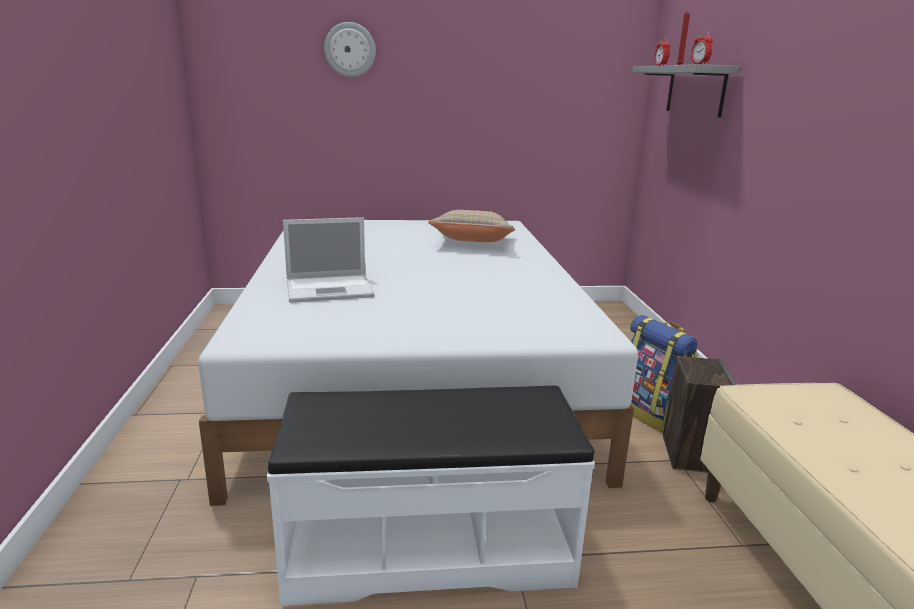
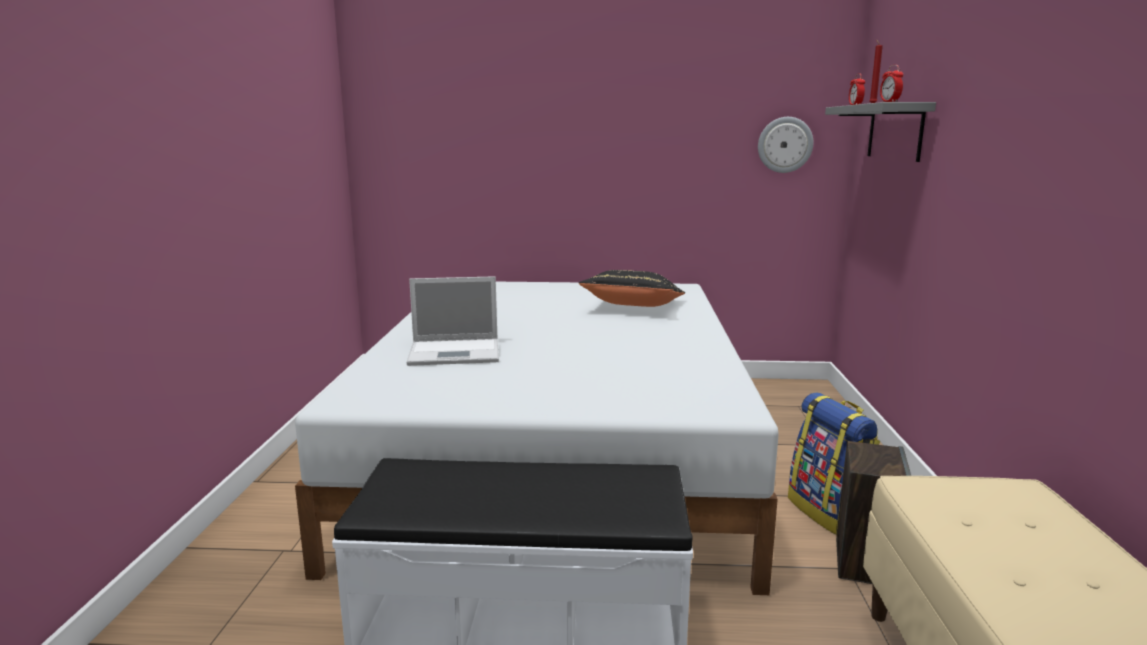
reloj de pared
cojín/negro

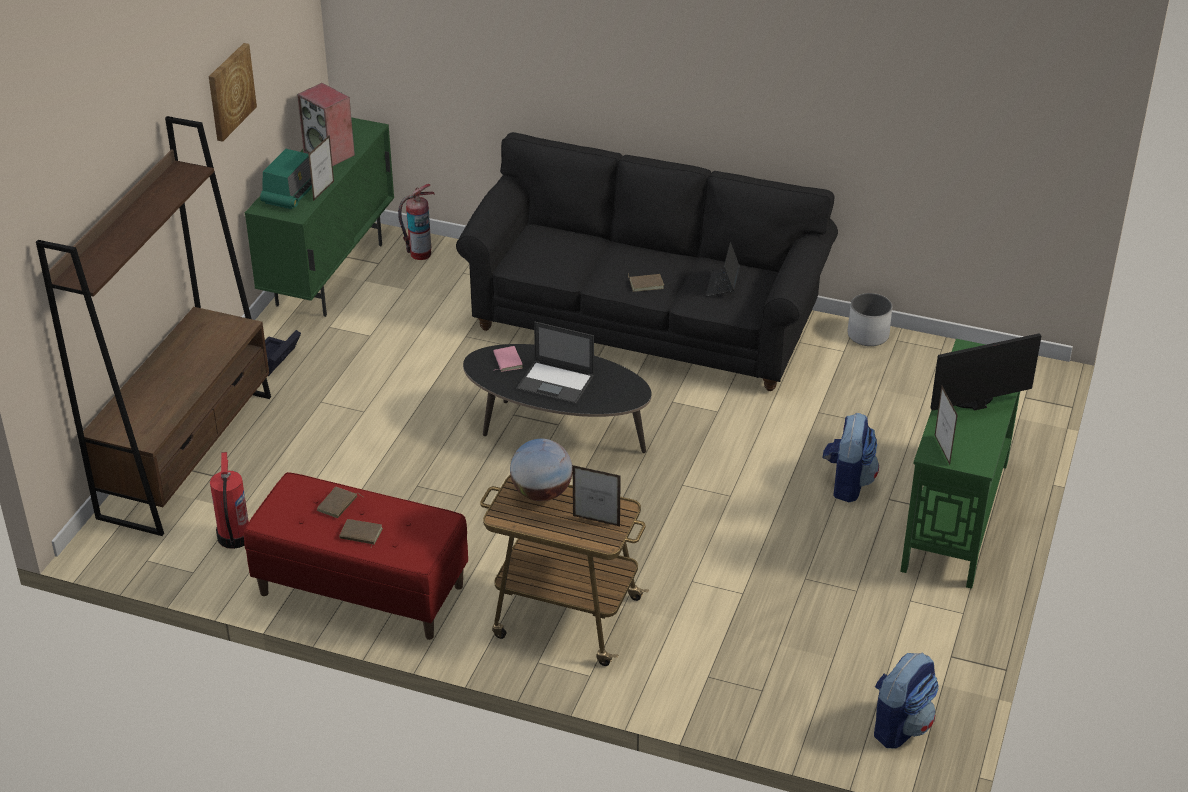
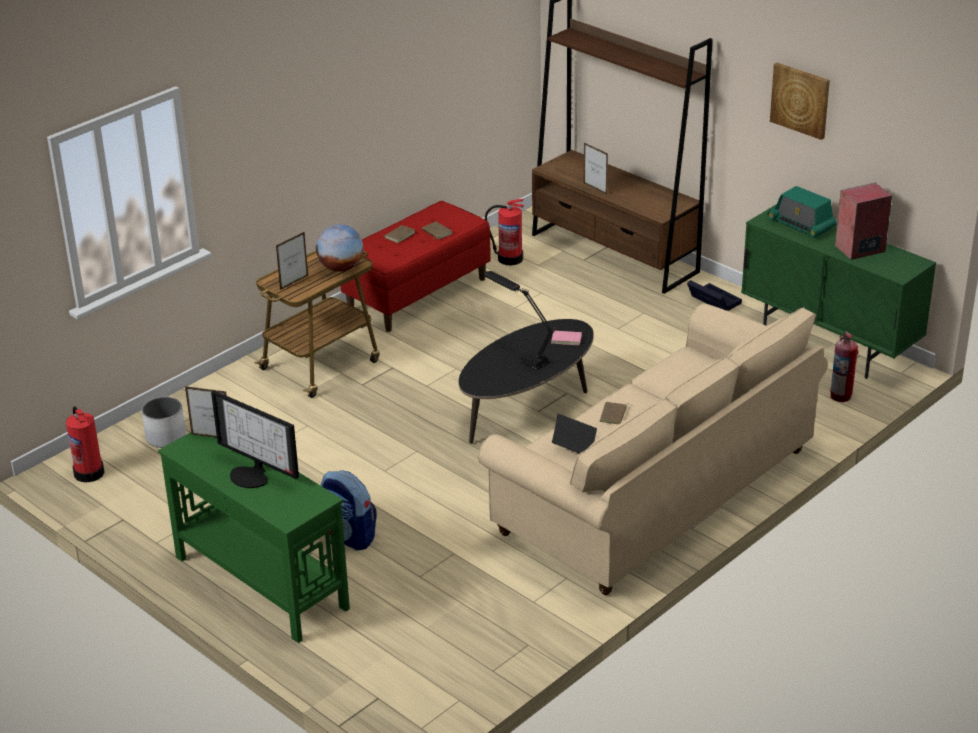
portarretratos (3rd from left)
maceta/blanco
lámpara de mesa/negro
extintor (1st from left)
sofá/beis
monitor

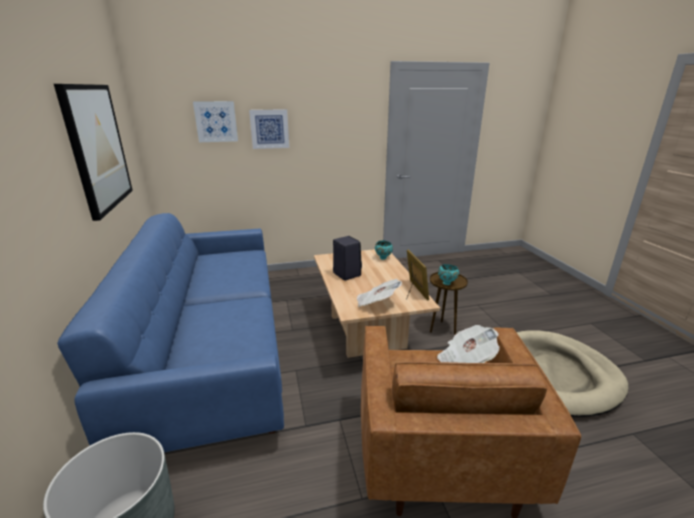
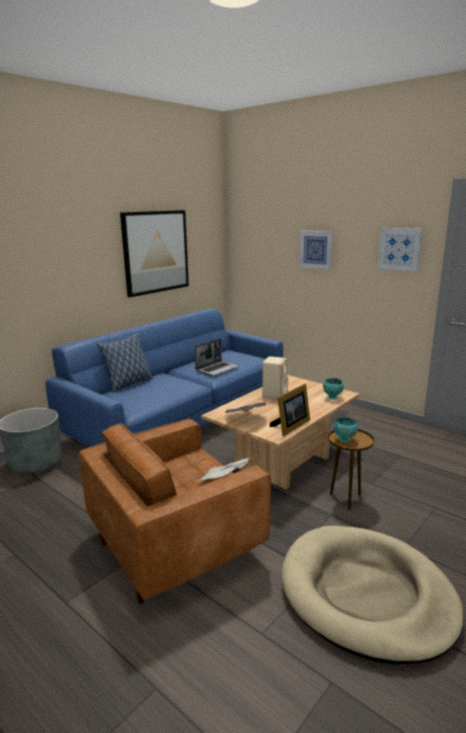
cojín
portátil
cuadro (3rd from left)
altavoz/beis

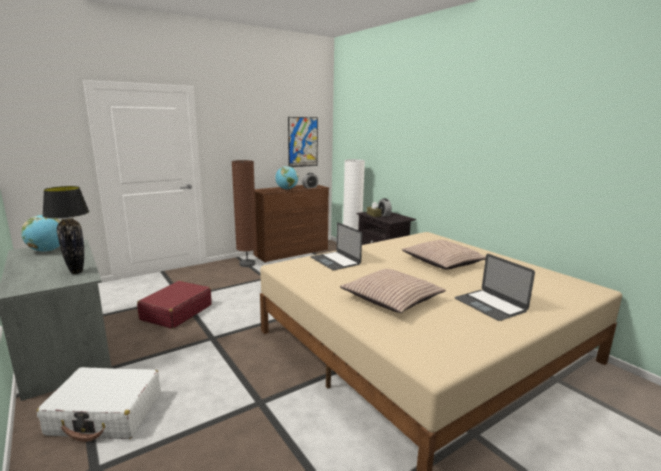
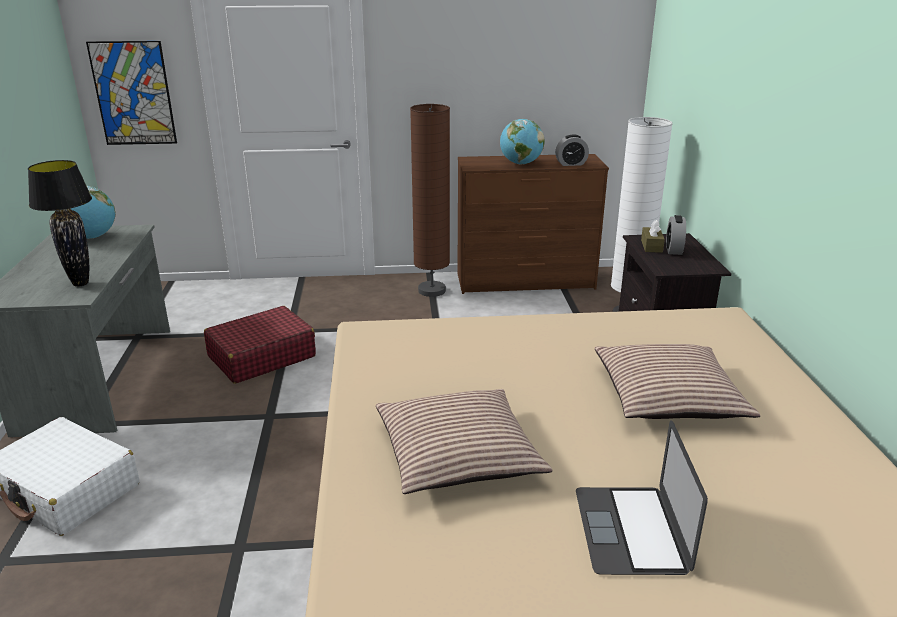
portátil (1st from left in the first image)
cuadro

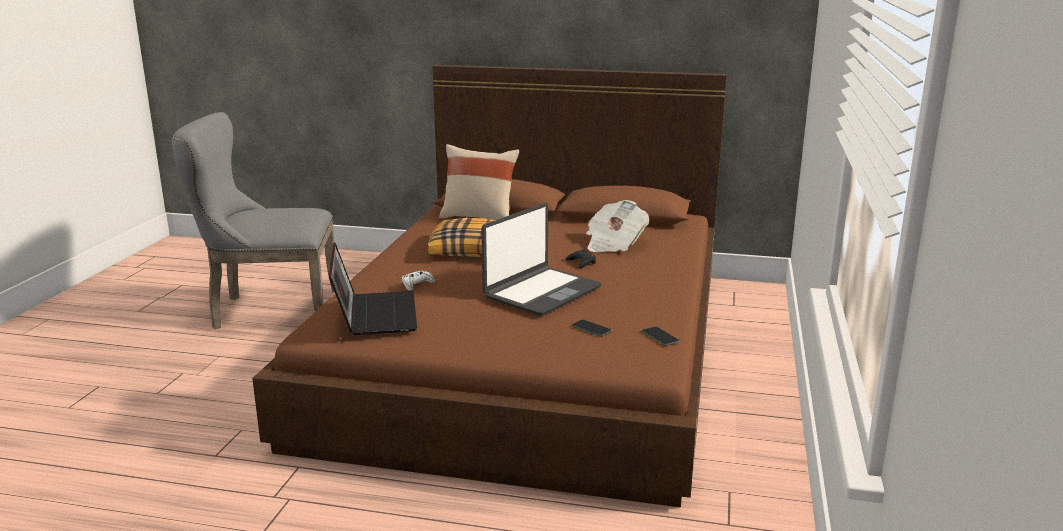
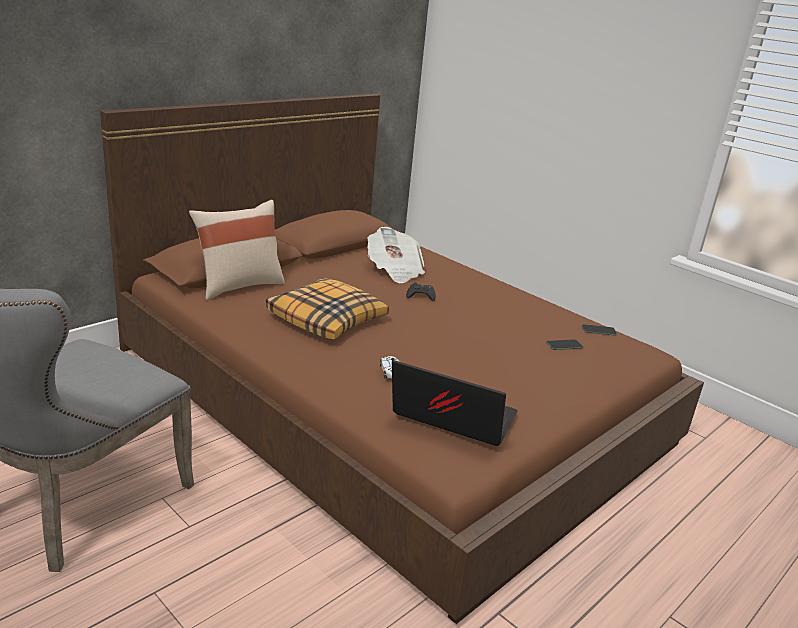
portátil (2nd from left in the first image)

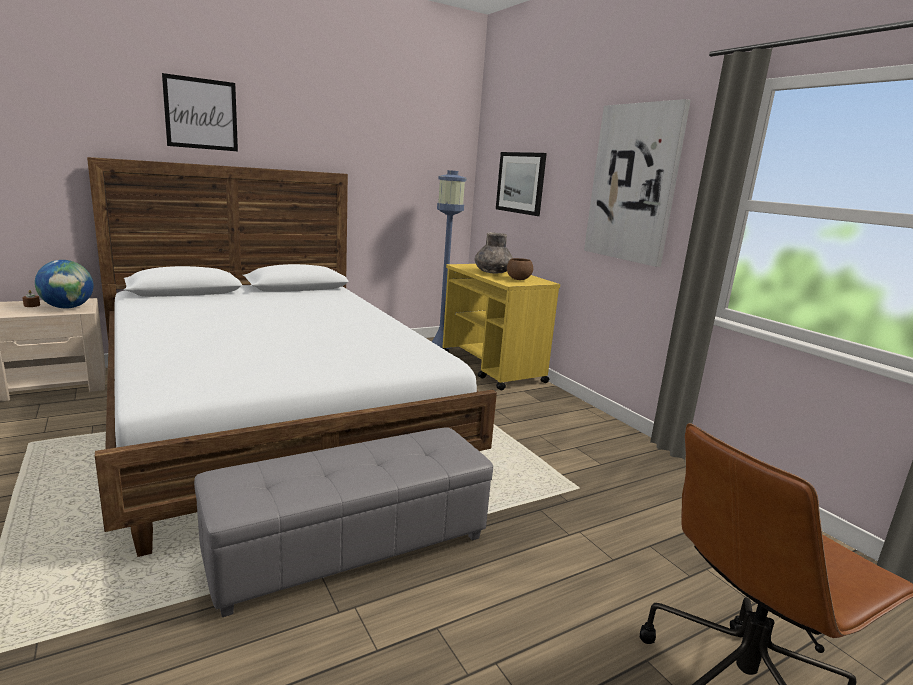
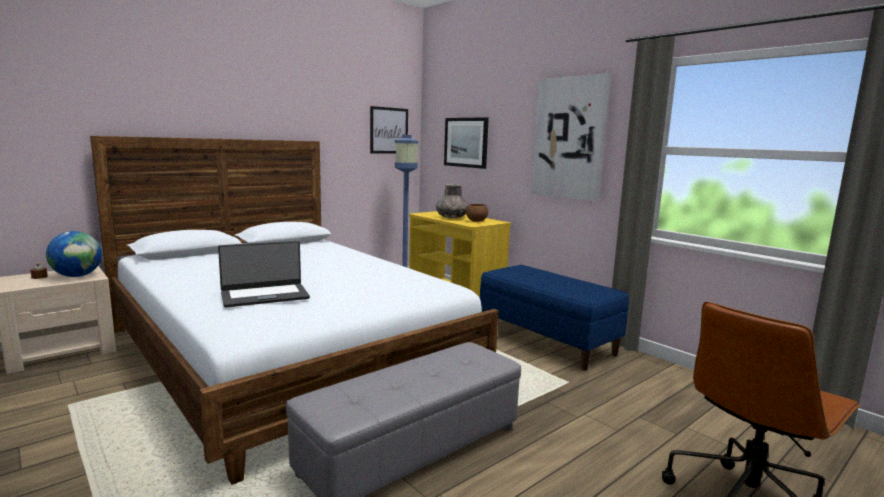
portátil
banco/azul
cuadro (1st from left)

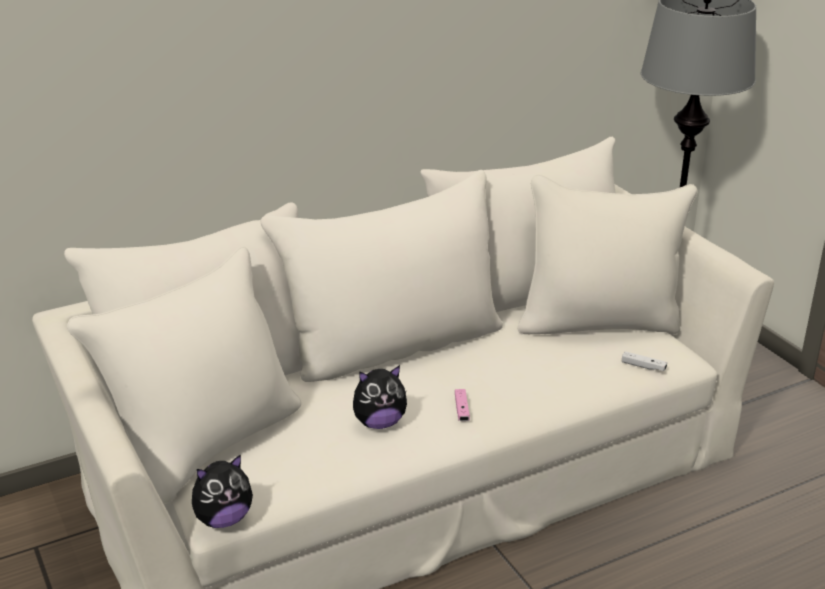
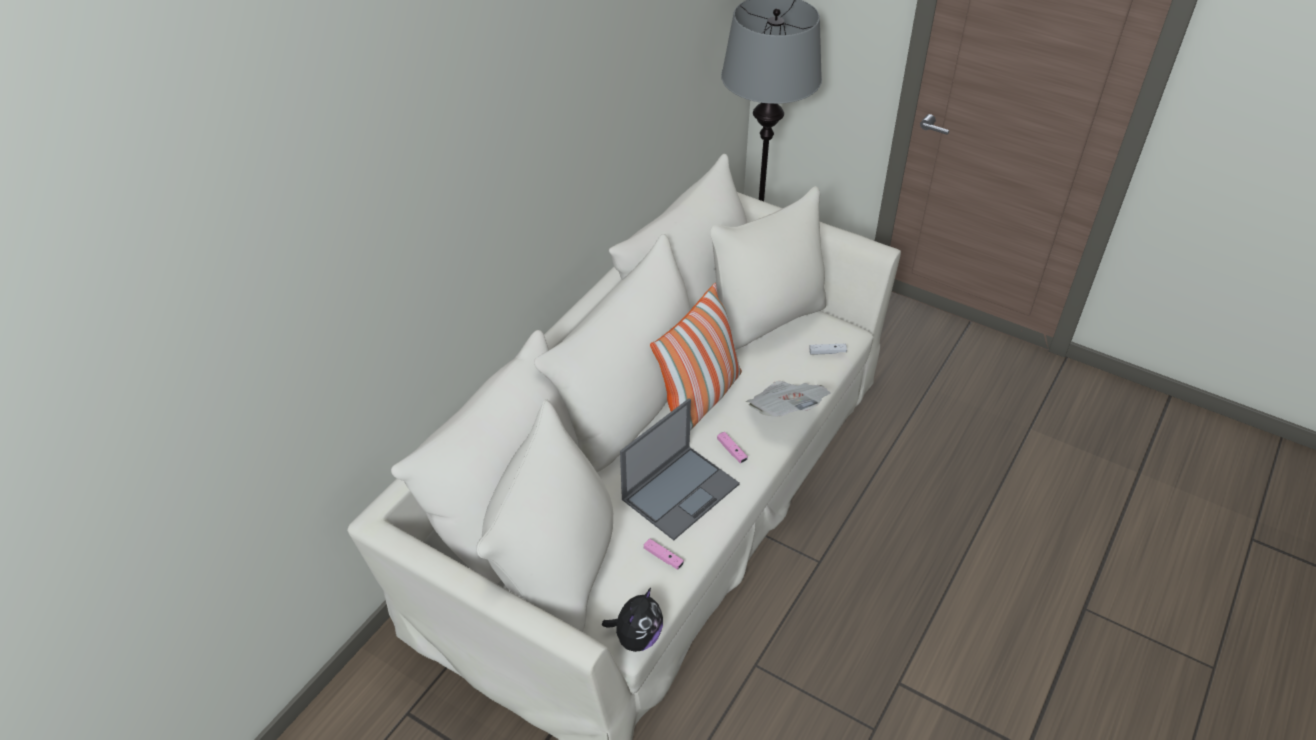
mando de consola/rosa (1st from left)
cojín
periódico
portátil

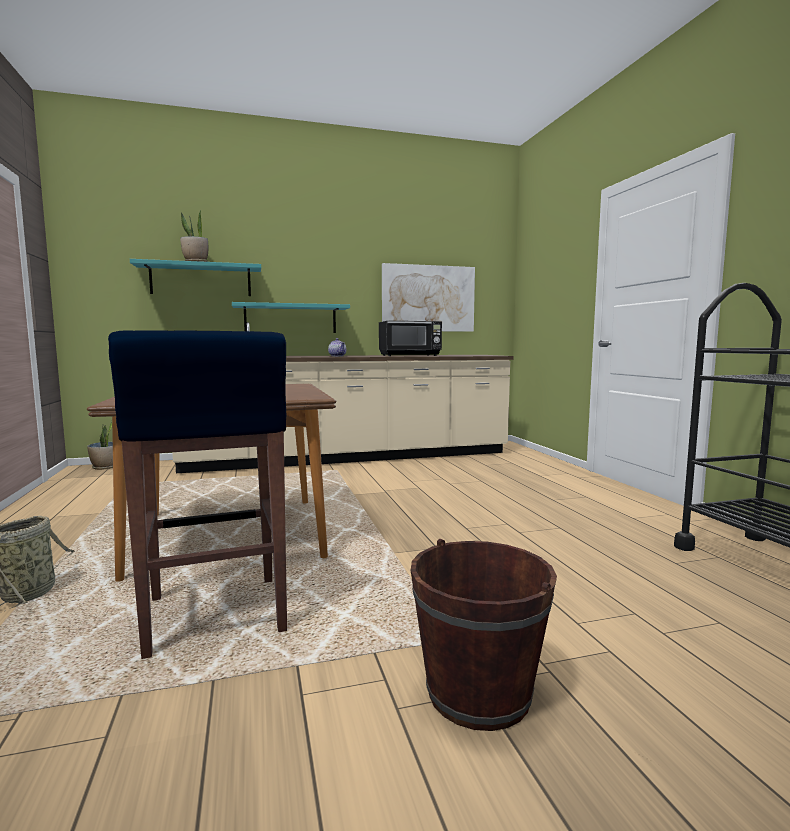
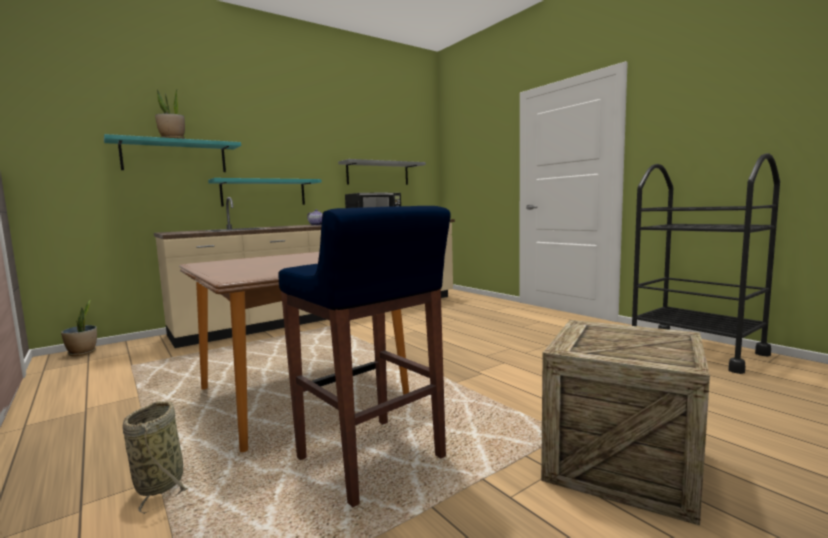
estante/gris
caja de embalaje

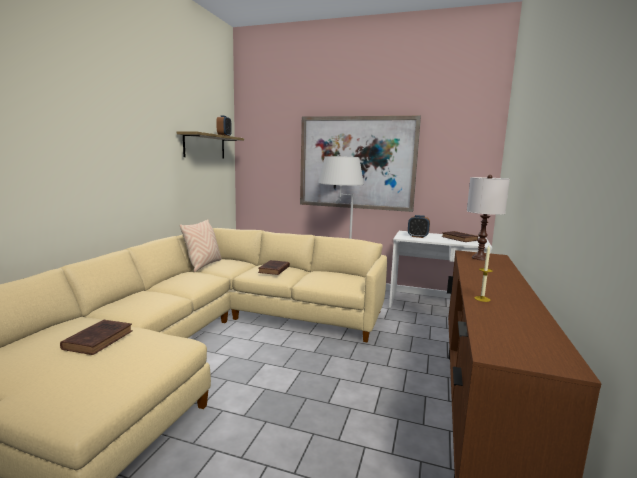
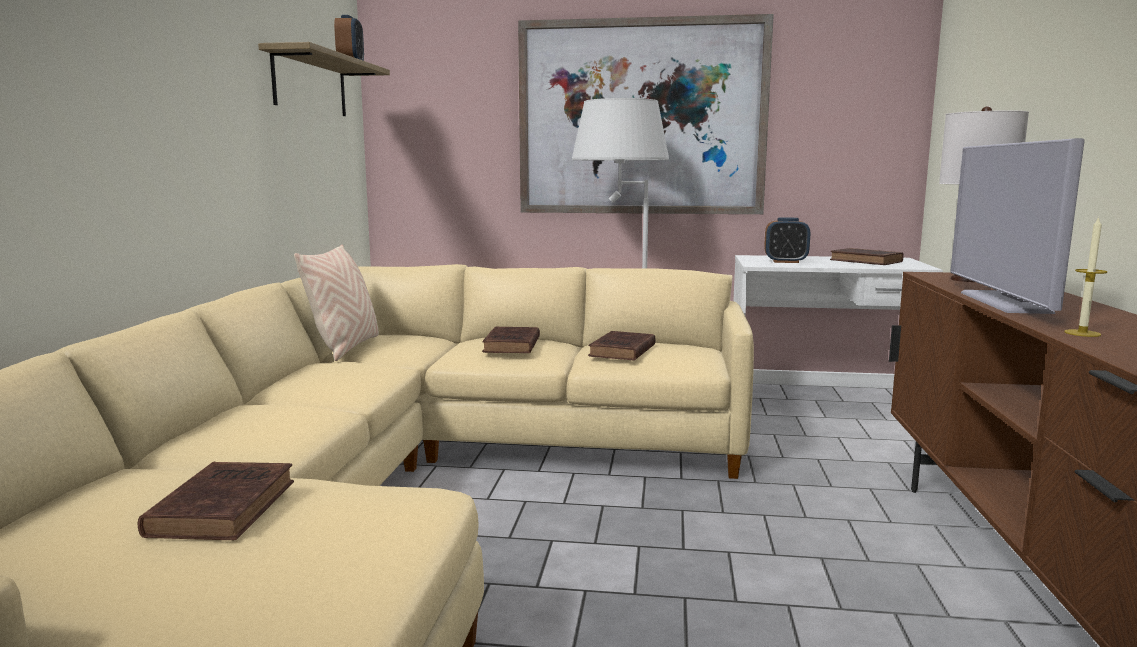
libro/marrón (3rd from left)
televisor

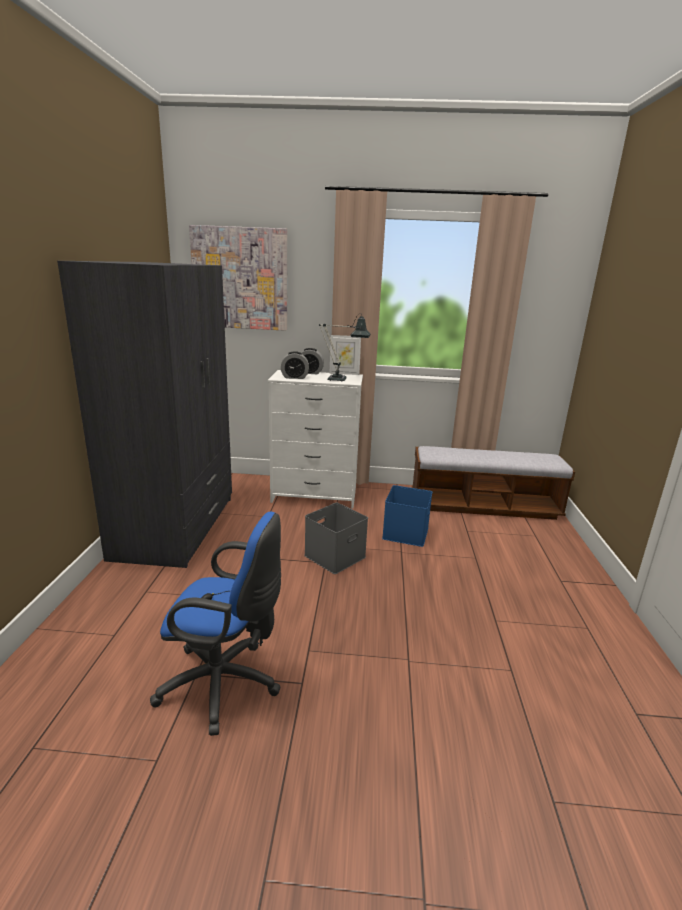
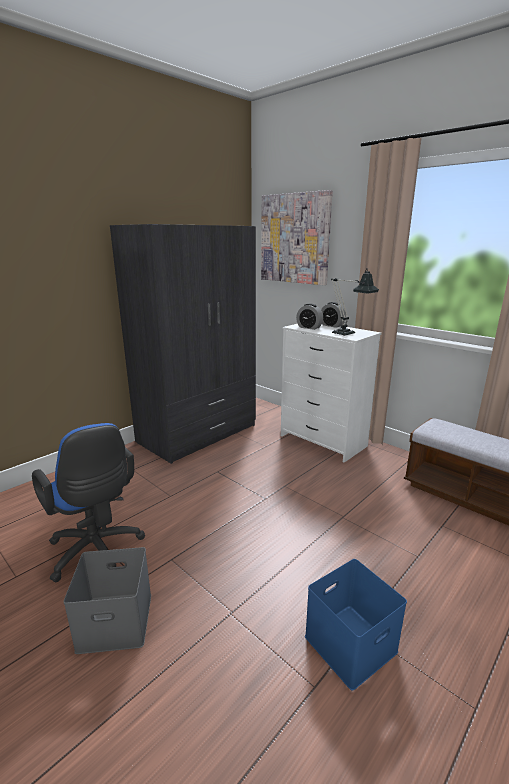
portarretratos
caja de almacenaje/gris
caja de almacenaje/azul

